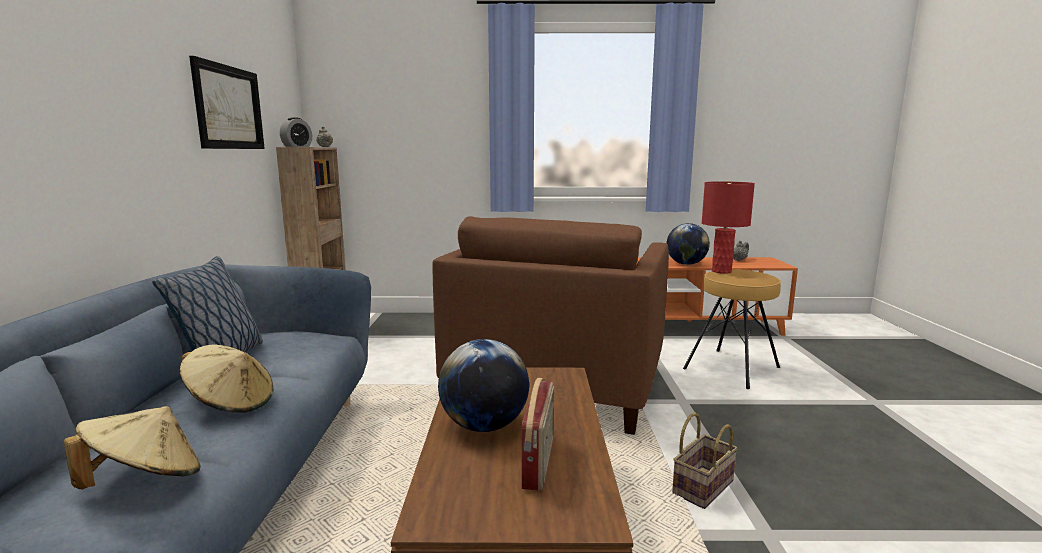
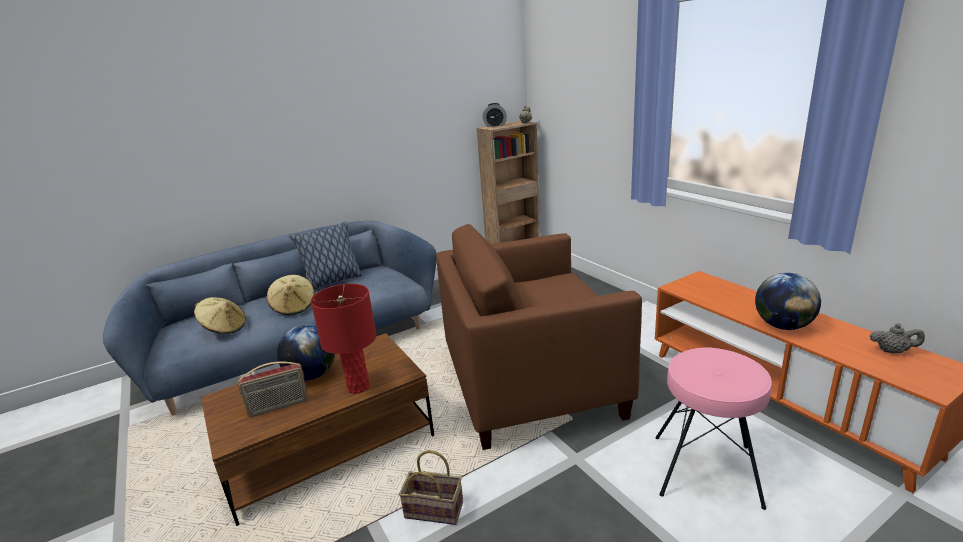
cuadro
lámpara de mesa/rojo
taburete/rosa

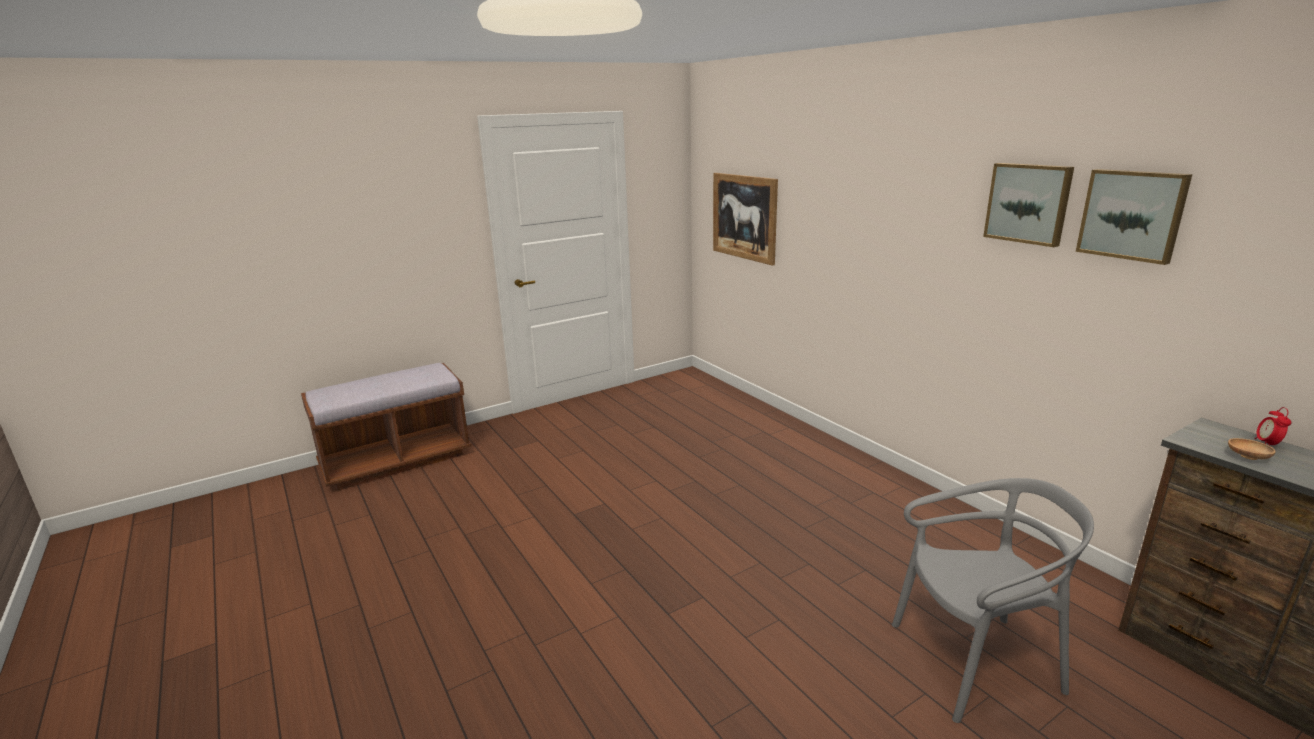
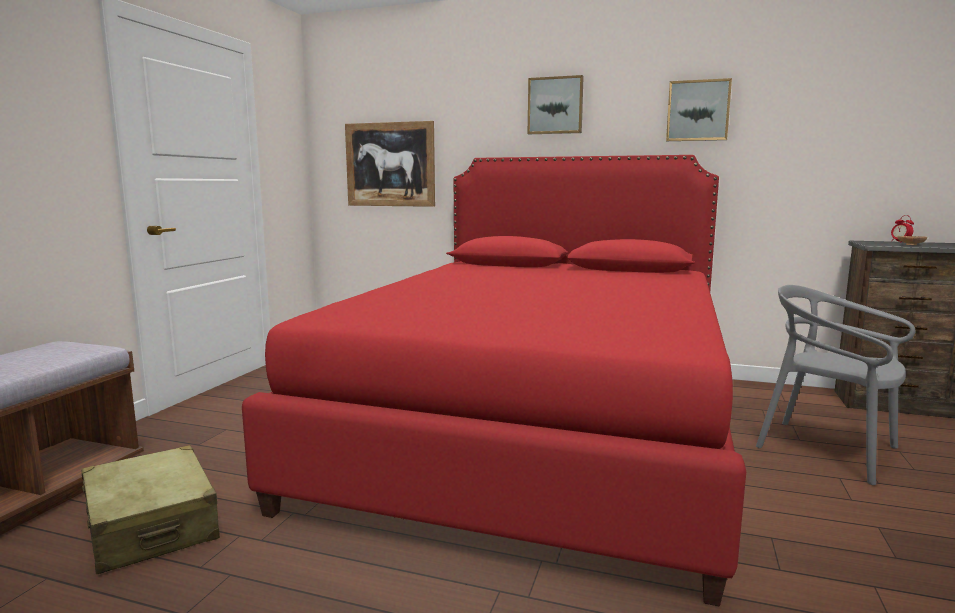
maleta/beis
cama/rojo
cuadro (2nd from left)
silla/gris

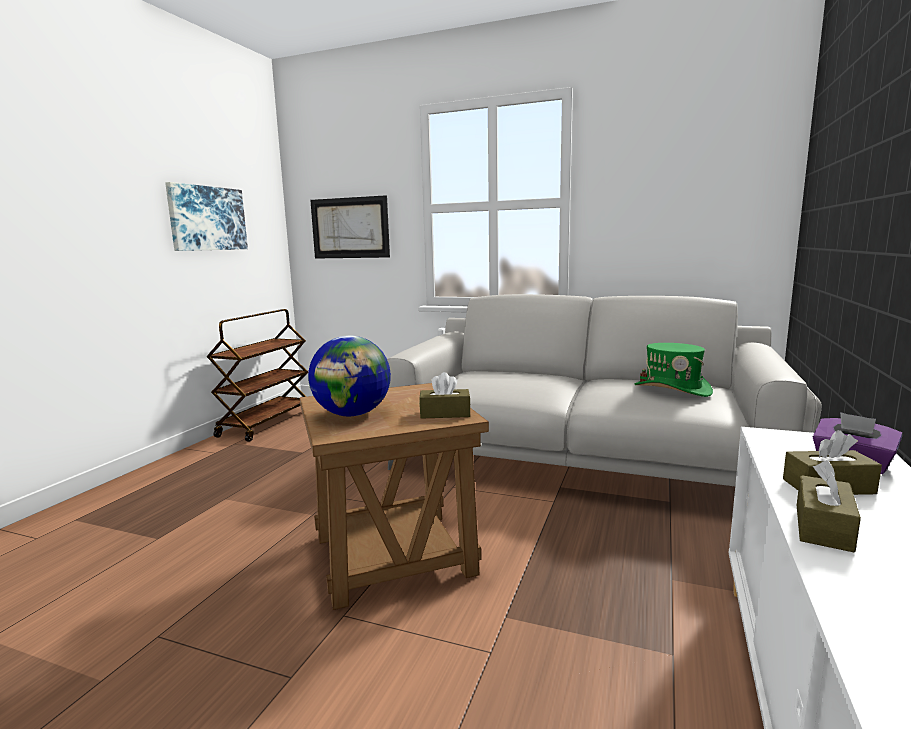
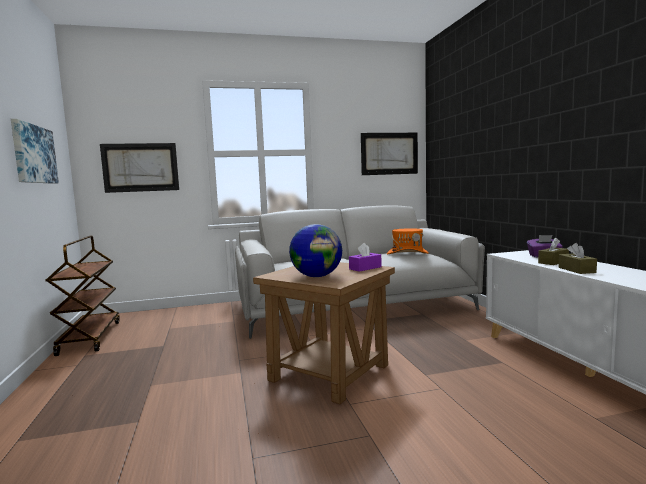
cuadro (3rd from left)
caja de pañuelos/morado (1st from left)
sombrero/naranja

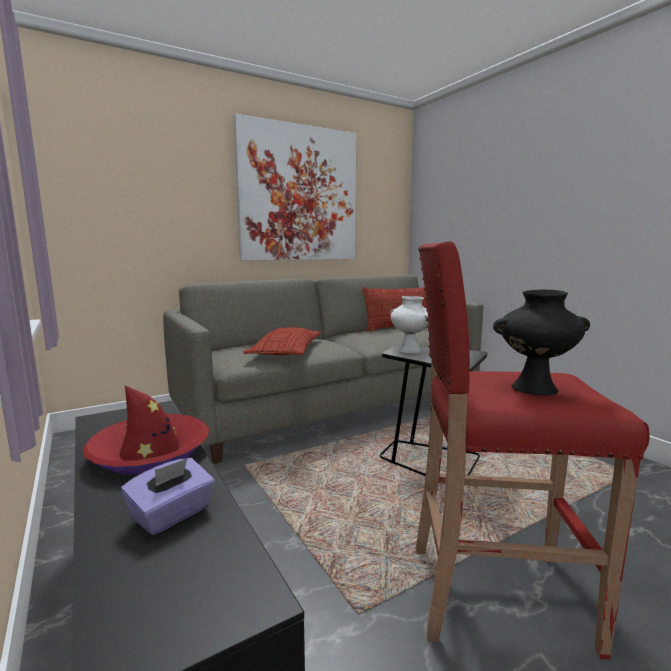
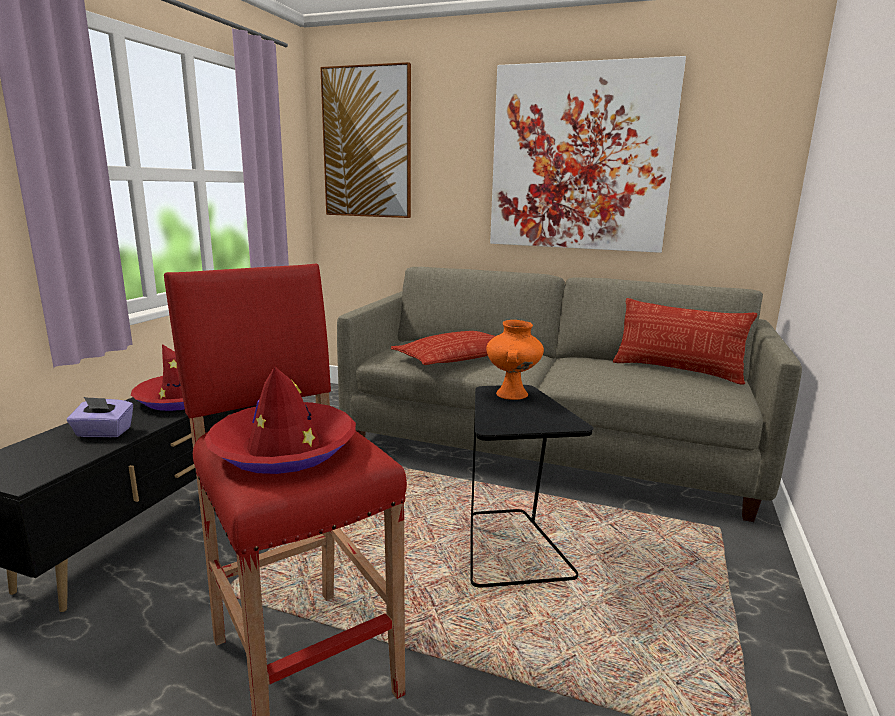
cuadro (1st from left)
sombrero/rojo (2nd from left)
florero/naranja

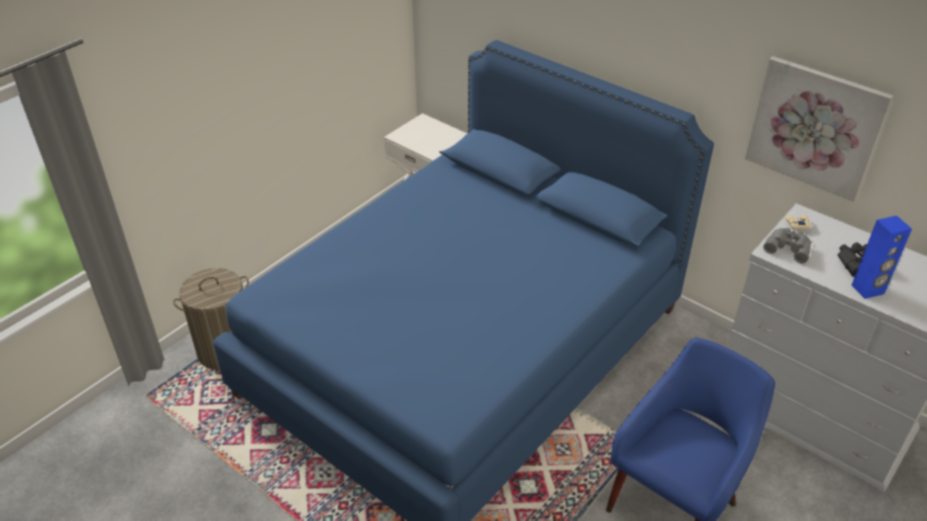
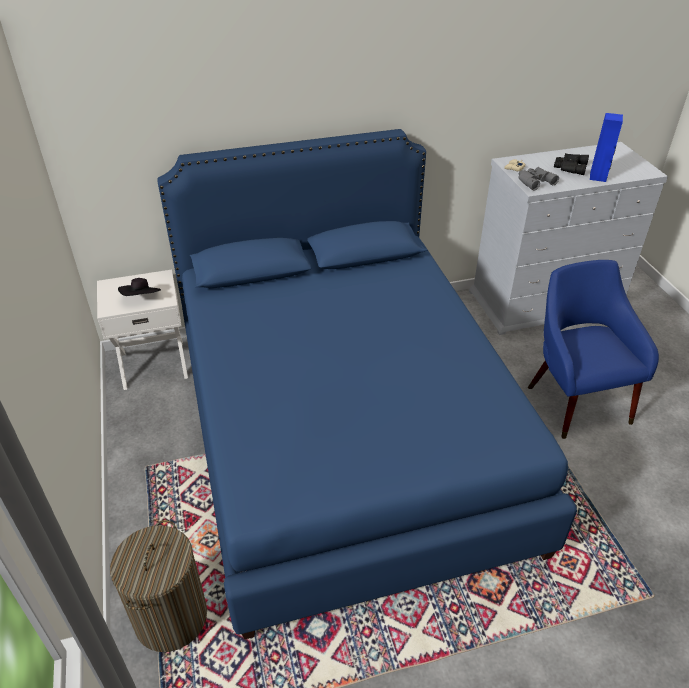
cuadro
sombrero/negro

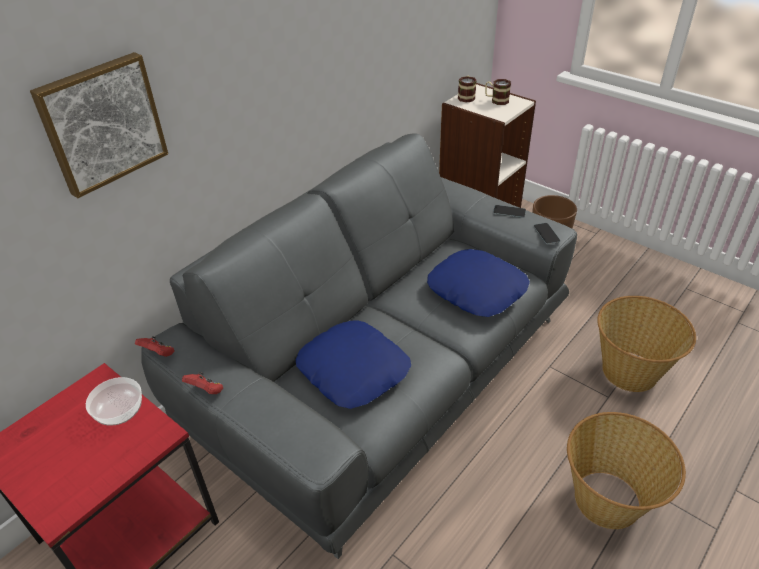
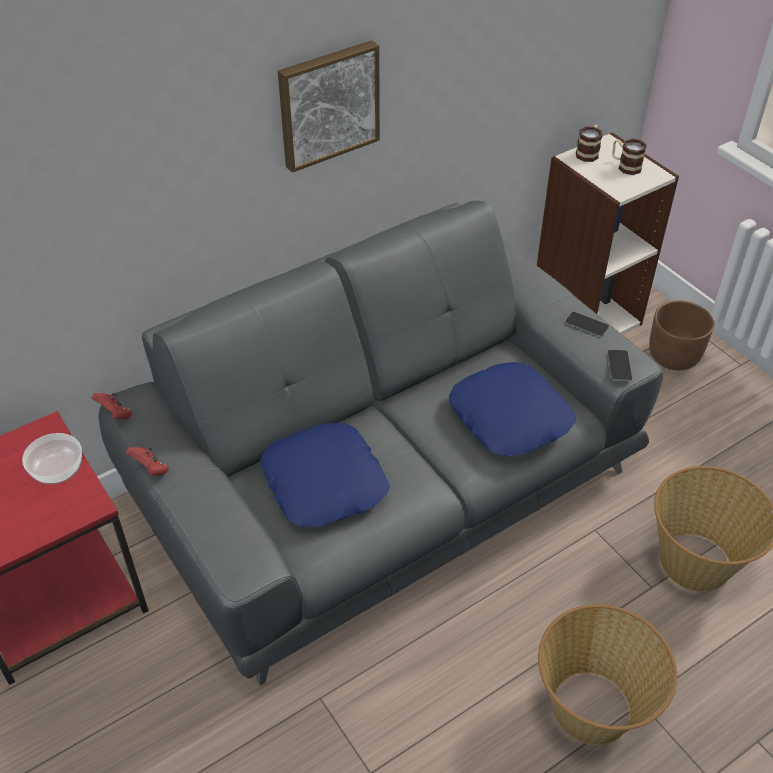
cuadro

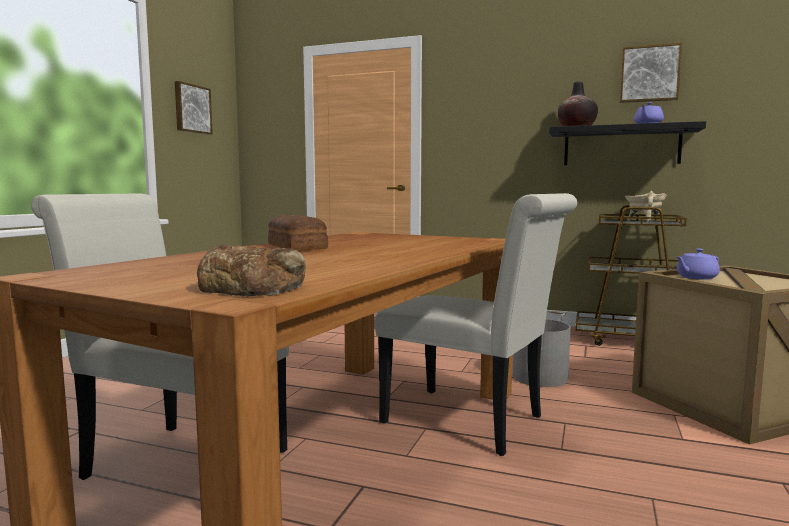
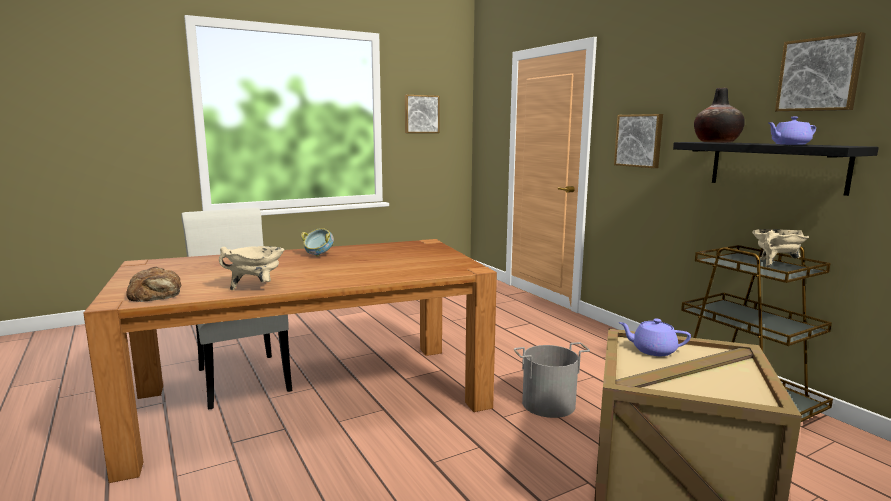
silla/blanco (2nd from left in the first image)
olla/beis (1st from left)
cuadro (2nd from left)
cuenco

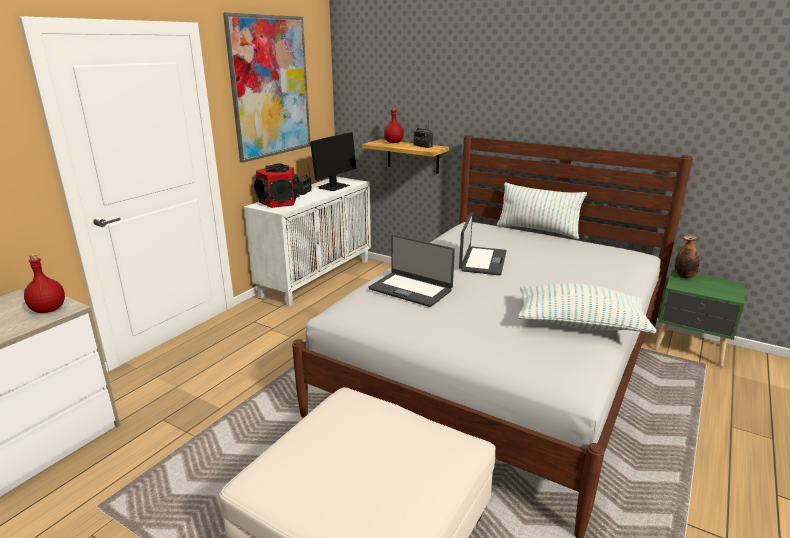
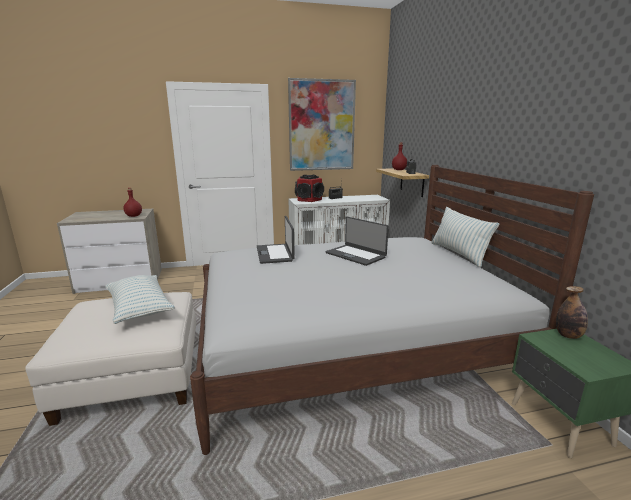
monitor
cojín (1st from left)
portátil (2nd from left)

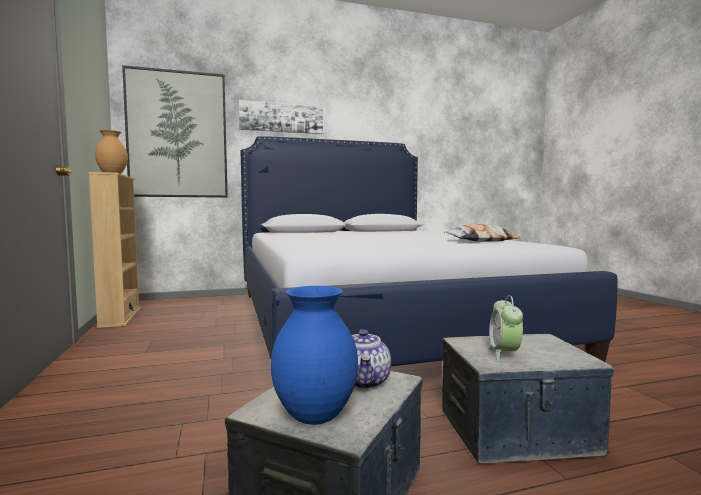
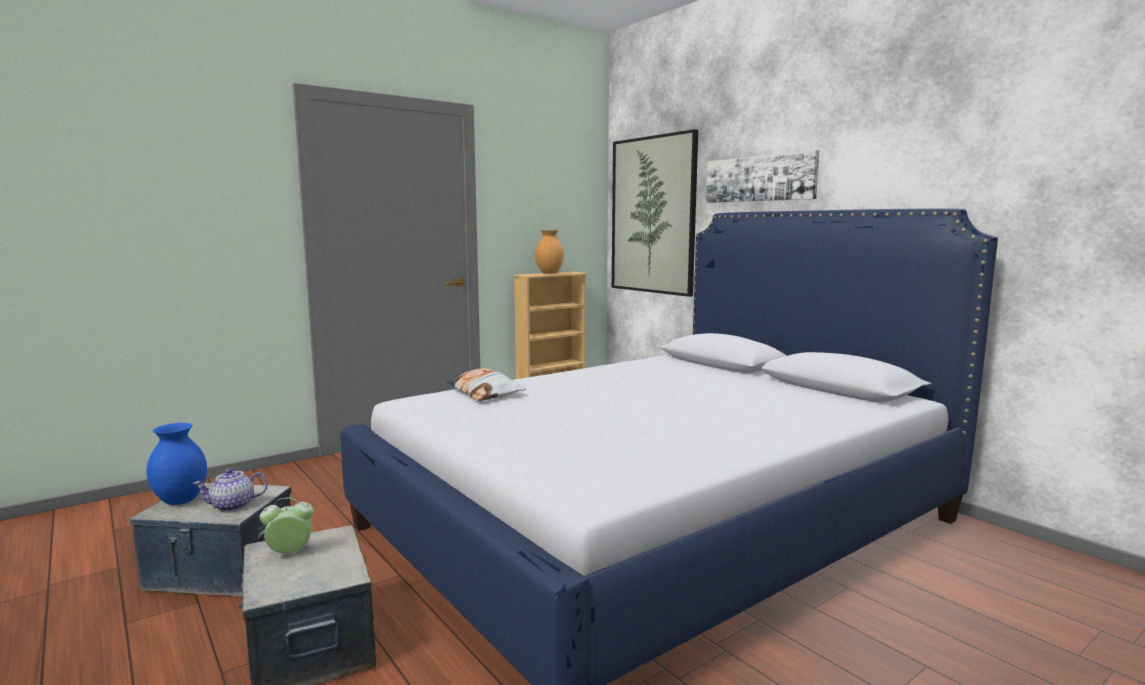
cojín

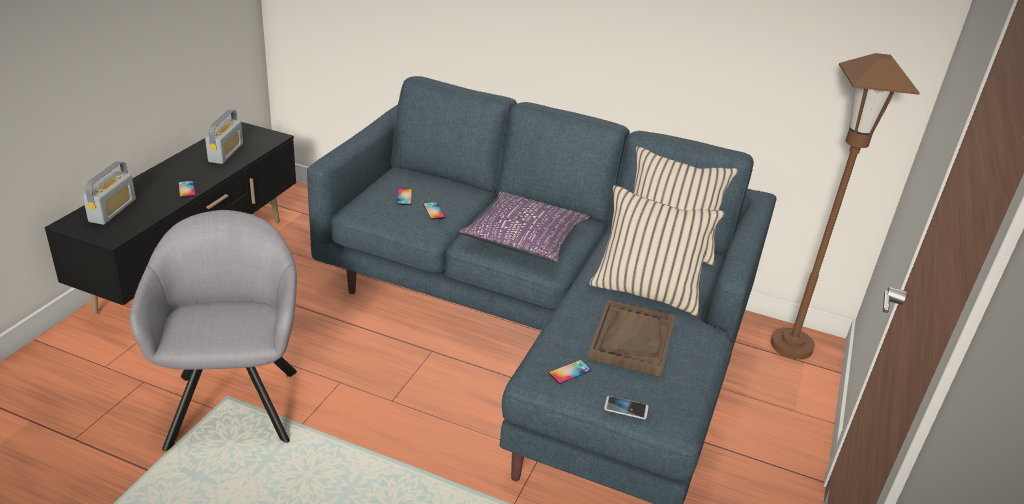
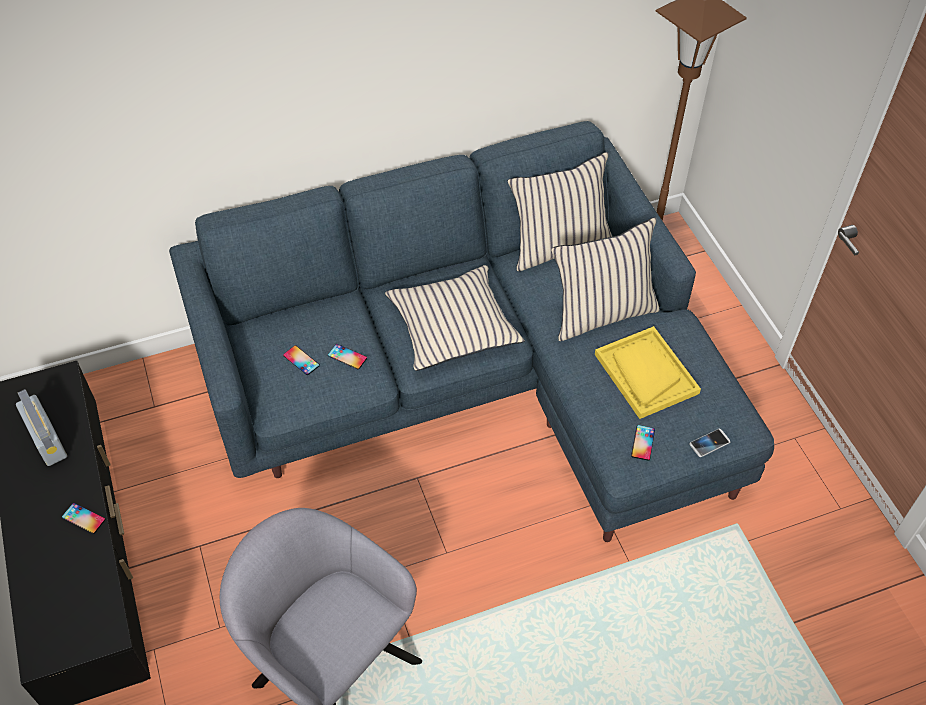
radio (1st from left in the first image)
cojín/beis (1st from left)
bandeja/amarillo

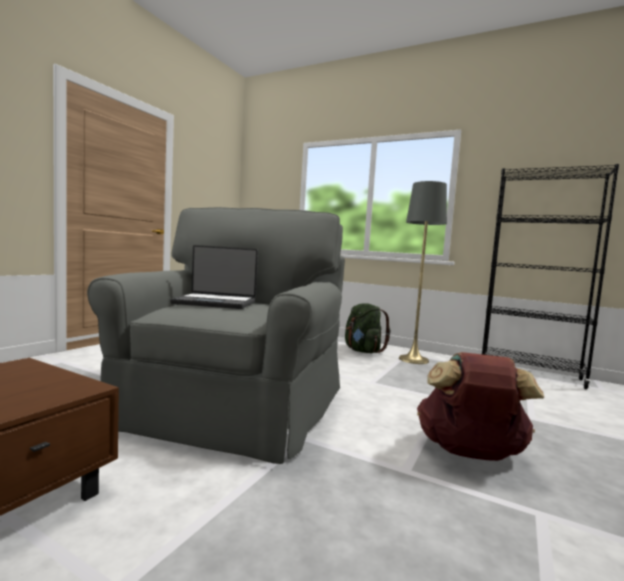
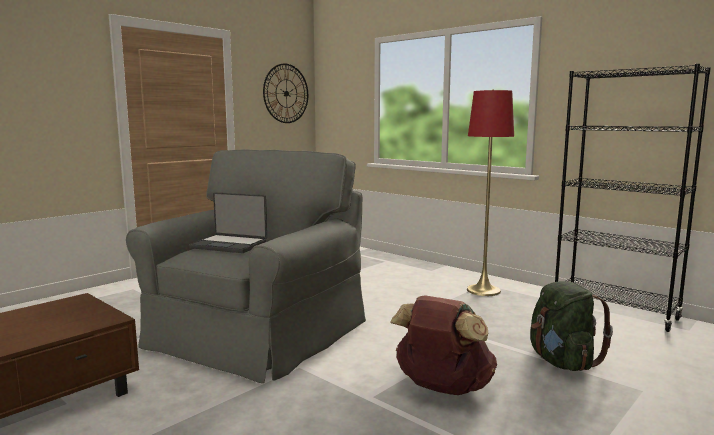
reloj de pared
mochila/verde
lámpara de pie/rojo

